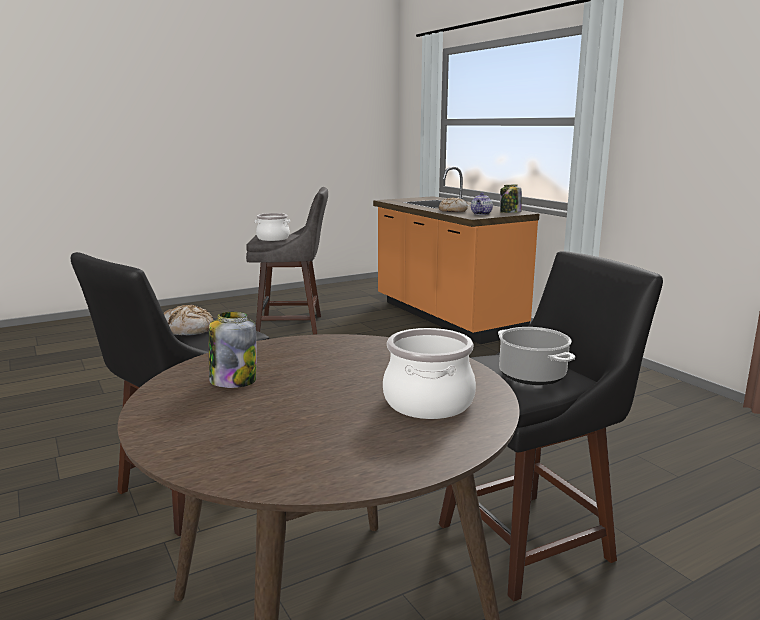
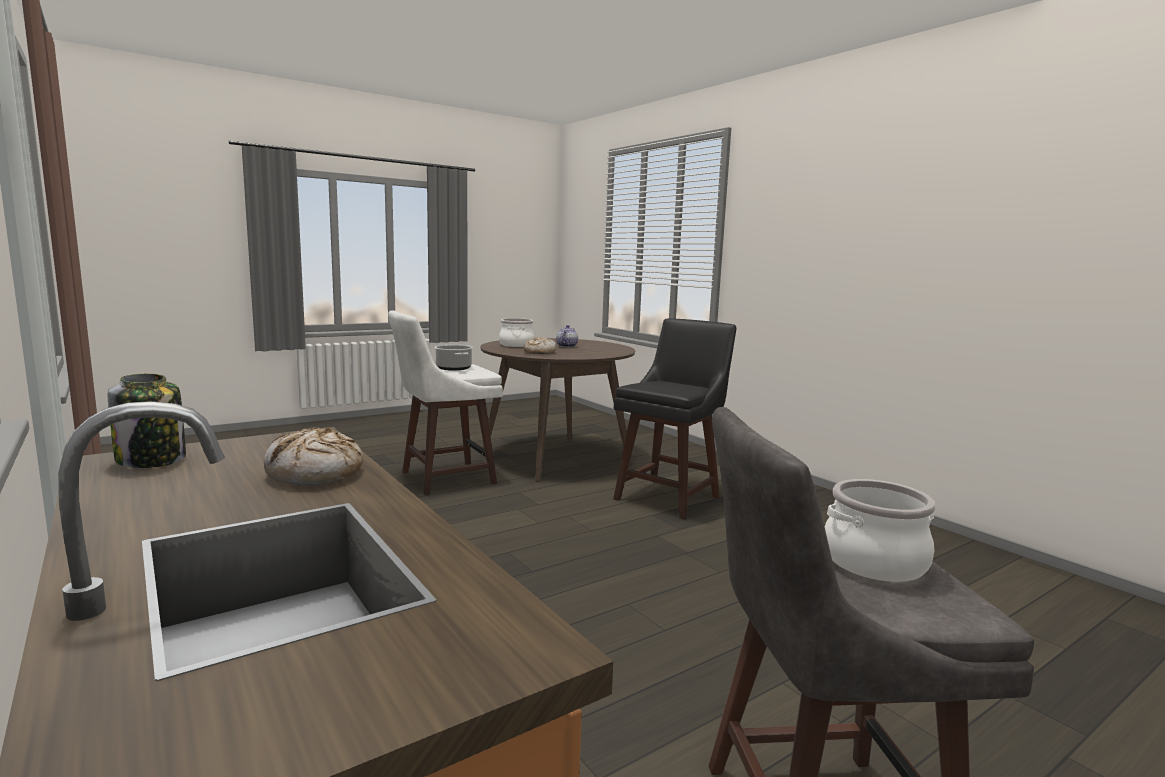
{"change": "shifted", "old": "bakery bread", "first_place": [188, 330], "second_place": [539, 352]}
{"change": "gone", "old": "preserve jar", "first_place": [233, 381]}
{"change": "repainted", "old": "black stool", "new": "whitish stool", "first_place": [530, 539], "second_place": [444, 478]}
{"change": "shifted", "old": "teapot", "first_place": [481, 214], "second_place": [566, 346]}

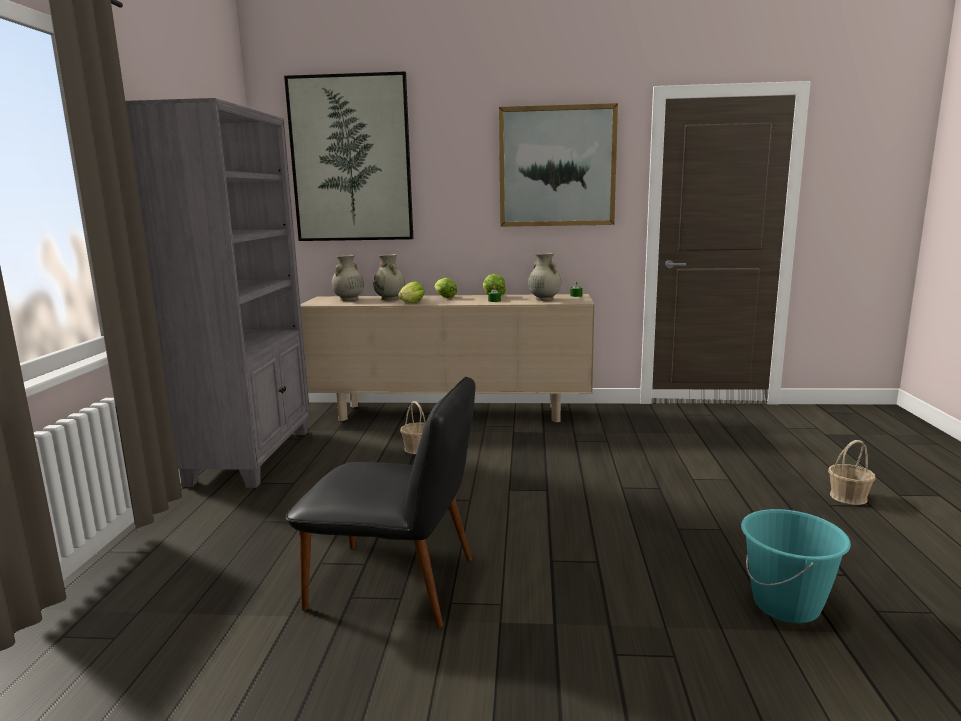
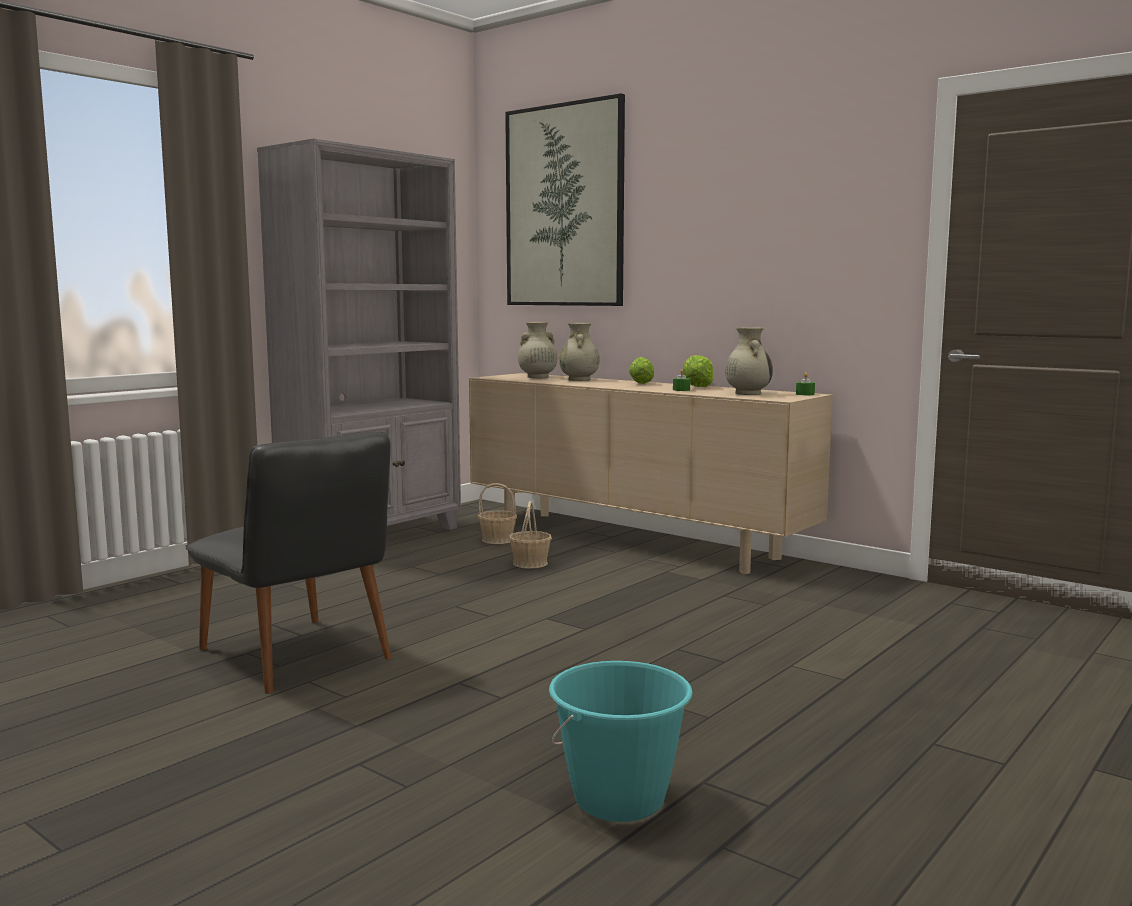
{"change": "gone", "old": "lettuce", "first_place": [410, 303]}
{"change": "gone", "old": "picture", "first_place": [557, 166]}
{"change": "shifted", "old": "basket", "first_place": [848, 497], "second_place": [497, 540]}

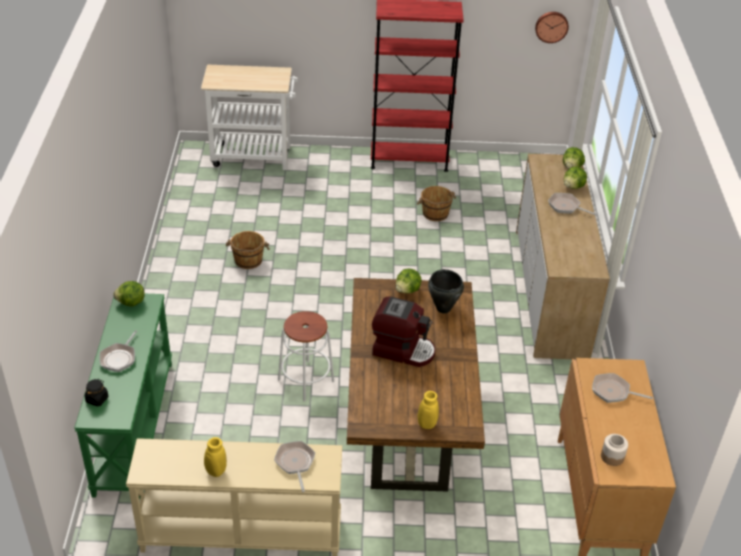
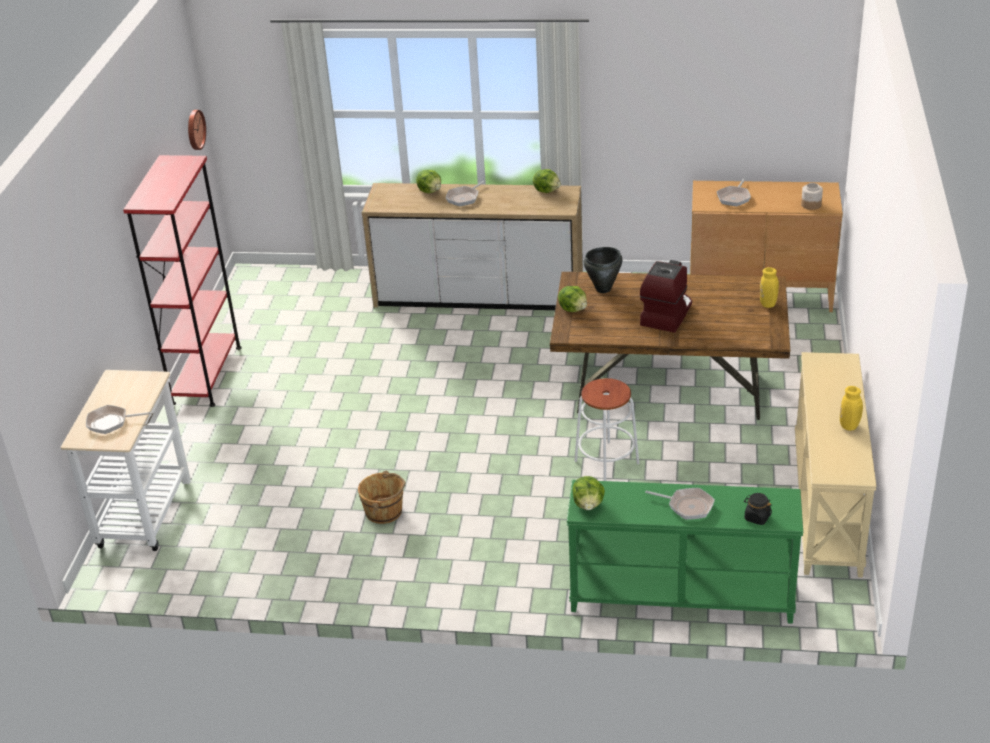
{"change": "shifted", "old": "frying pan", "first_place": [295, 463], "second_place": [111, 422]}
{"change": "gone", "old": "brown pail", "first_place": [435, 214]}
{"change": "shifted", "old": "lettuce", "first_place": [572, 167], "second_place": [547, 190]}

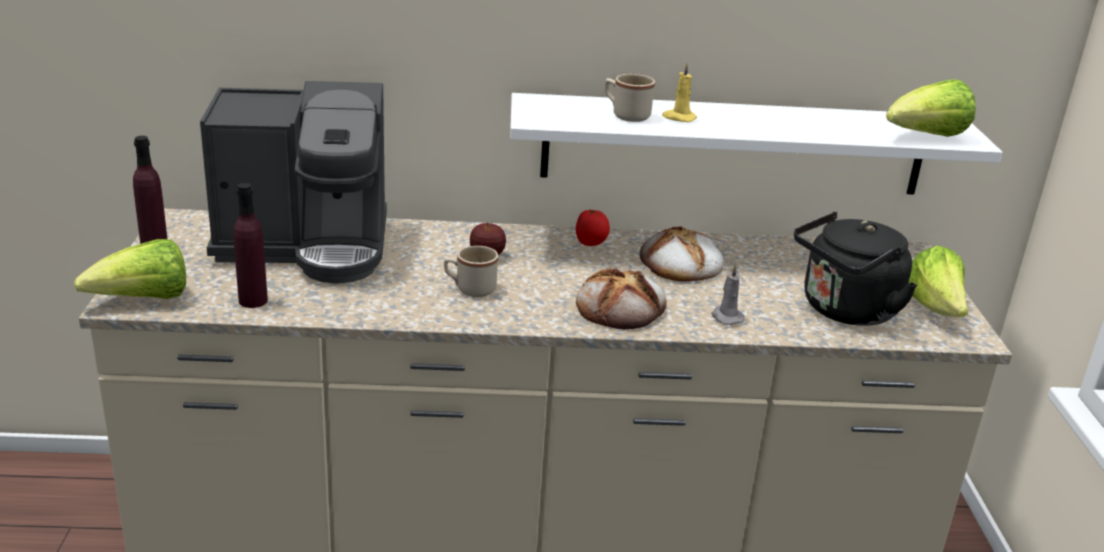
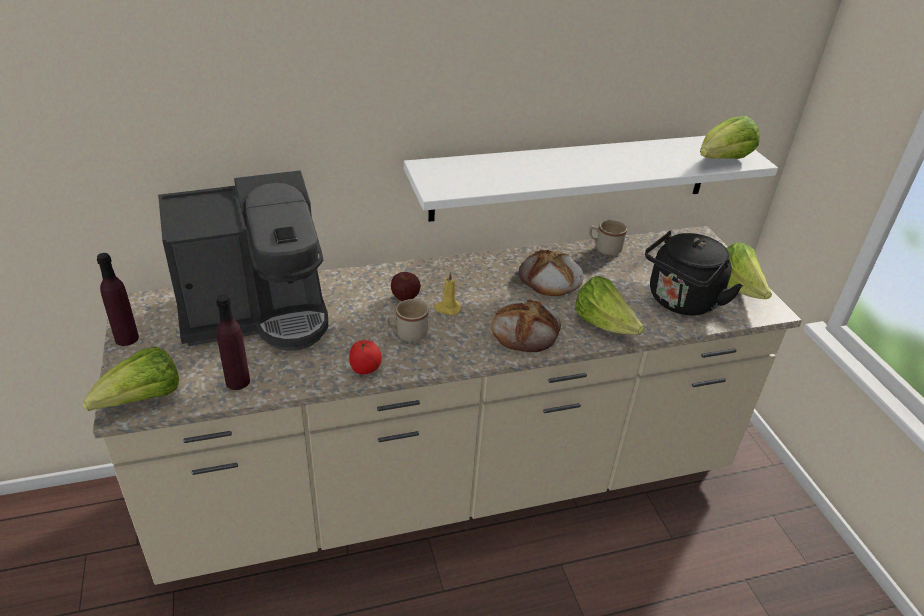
{"change": "shifted", "old": "fresh tomato", "first_place": [591, 243], "second_place": [365, 369]}
{"change": "shifted", "old": "beige tea mug", "first_place": [626, 115], "second_place": [604, 248]}
{"change": "shifted", "old": "yellow wax light", "first_place": [678, 118], "second_place": [447, 308]}
{"change": "swapped", "old": "gray wax light", "new": "lettuce", "first_place": [726, 317], "second_place": [603, 324]}

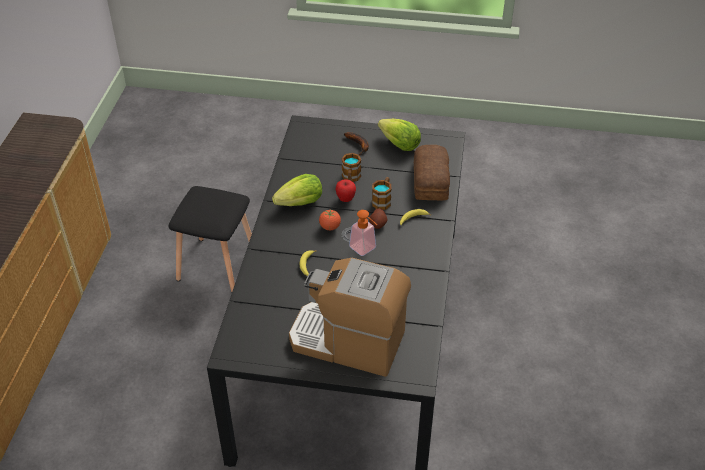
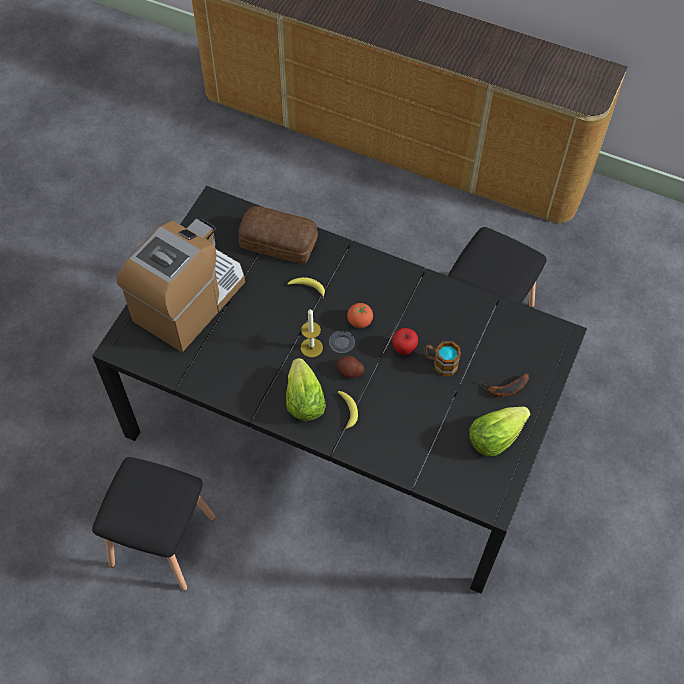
{"change": "shifted", "old": "lettuce", "first_place": [300, 203], "second_place": [304, 401]}
{"change": "swapped", "old": "soap bottle", "new": "wax light", "first_place": [365, 250], "second_place": [311, 347]}
{"change": "gone", "old": "tea mug", "first_place": [382, 200]}
{"change": "shifted", "old": "bakery bread", "first_place": [431, 180], "second_place": [279, 243]}
{"change": "new", "new": "black stool", "second_place": [161, 541]}

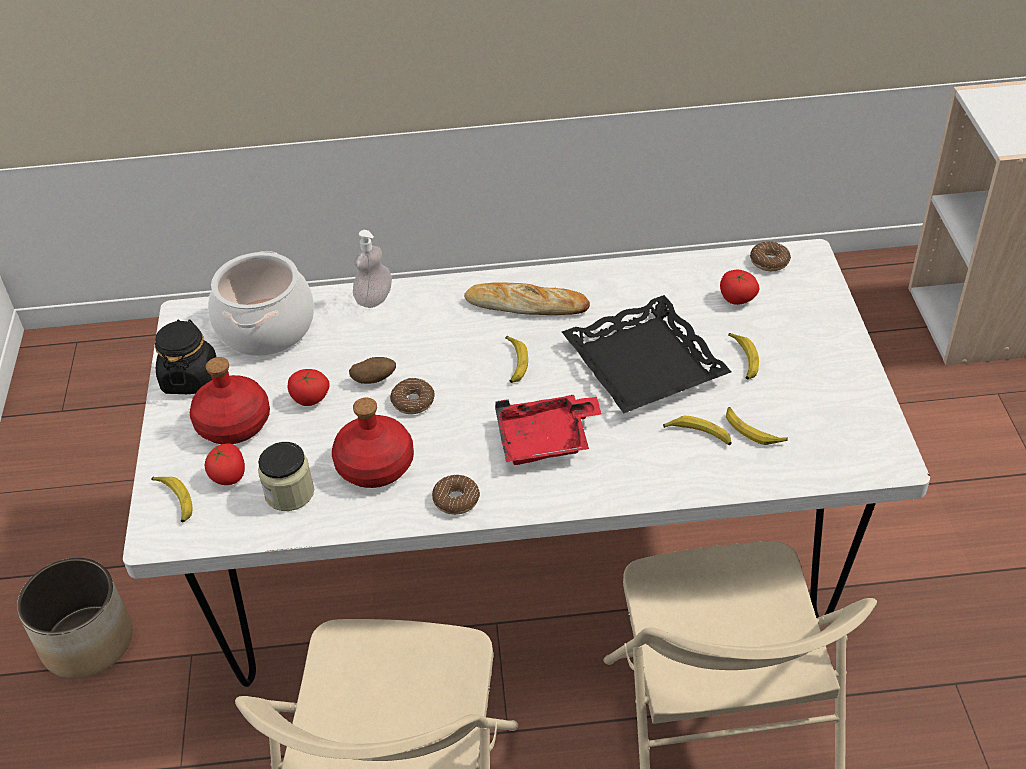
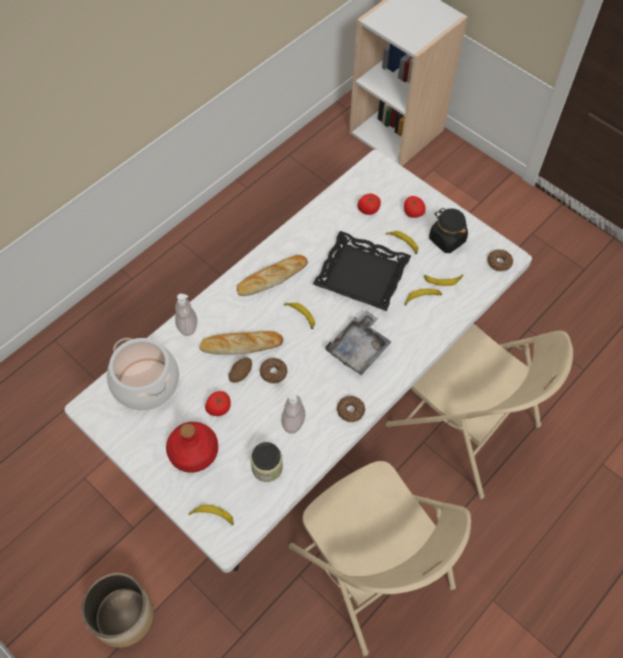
{"change": "shifted", "old": "black preserve jar", "first_place": [190, 378], "second_place": [446, 239]}
{"change": "shifted", "old": "fresh tomato", "first_place": [229, 476], "second_place": [412, 213]}
{"change": "swapped", "old": "red drink bottle", "new": "soap bottle", "first_place": [375, 466], "second_place": [293, 421]}
{"change": "repainted", "old": "red serving tray", "new": "gray serving tray", "first_place": [546, 440], "second_place": [359, 349]}
{"change": "shifted", "old": "ring doughnut", "first_place": [769, 261], "second_place": [499, 263]}
{"change": "new", "new": "bakery bread", "second_place": [241, 345]}

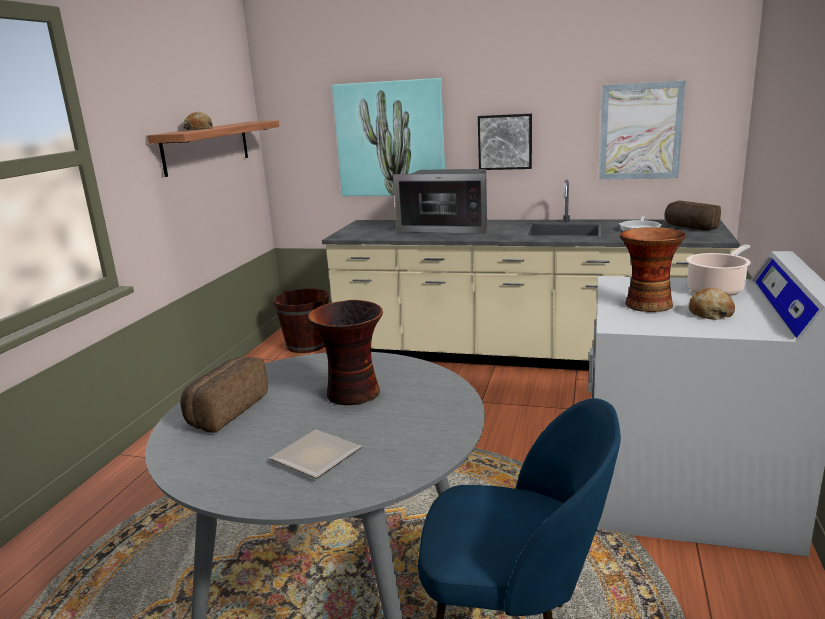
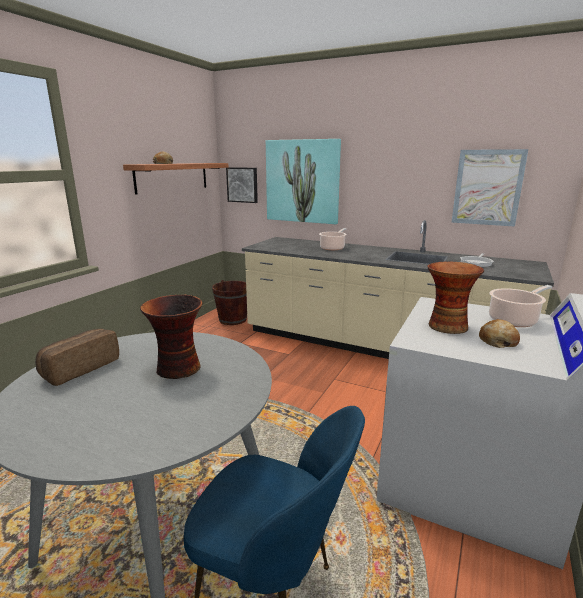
{"change": "gone", "old": "dinner plate", "first_place": [313, 458]}
{"change": "swapped", "old": "kitchen microwave", "new": "saucepot", "first_place": [447, 227], "second_place": [333, 248]}
{"change": "shifted", "old": "picture", "first_place": [505, 142], "second_place": [242, 185]}
{"change": "gone", "old": "bakery bread", "first_place": [689, 227]}

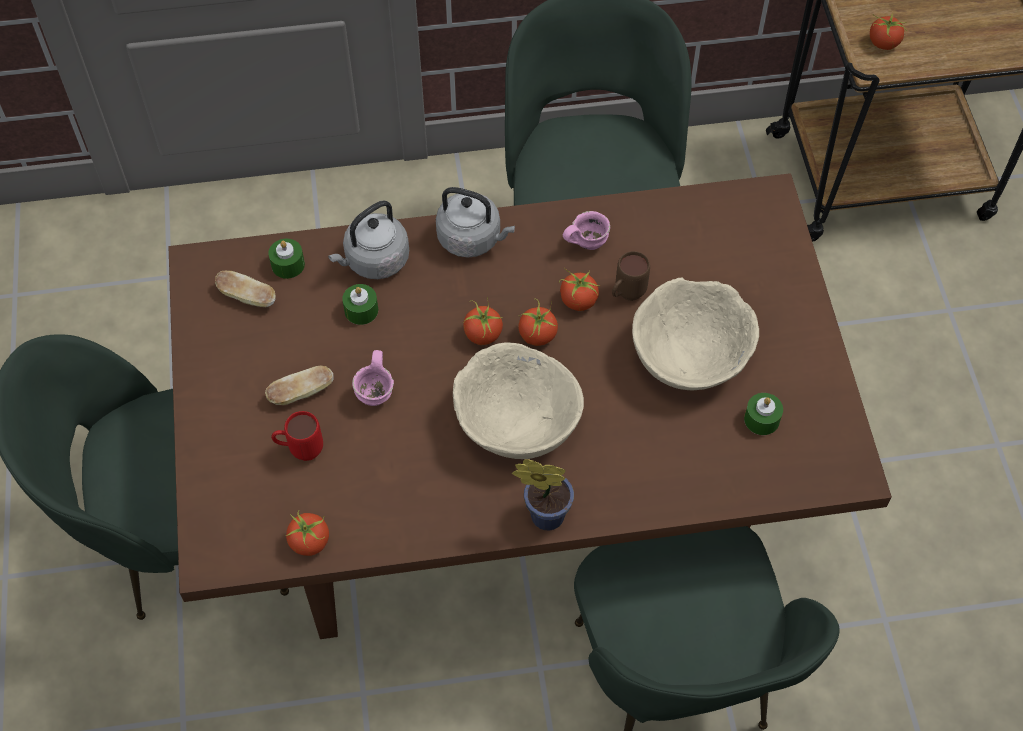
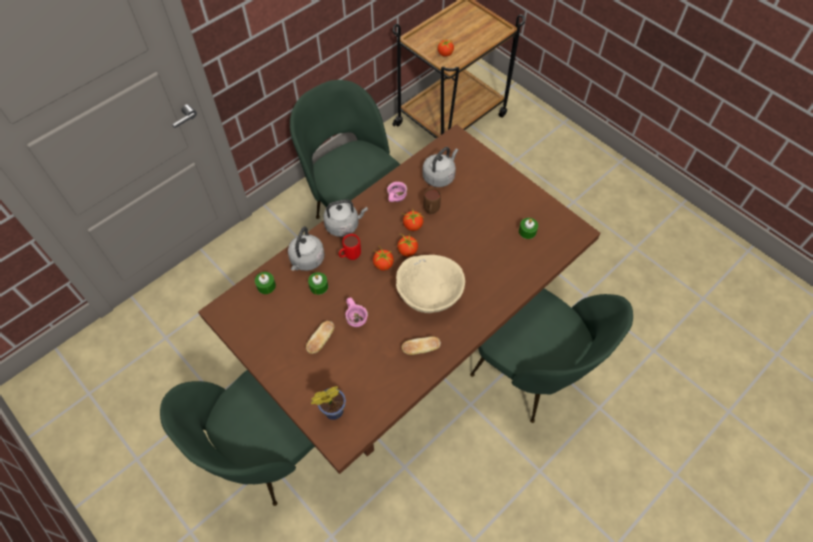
{"change": "shifted", "old": "bakery bread", "first_place": [247, 297], "second_place": [421, 349]}
{"change": "shifted", "old": "red tea mug", "first_place": [300, 450], "second_place": [349, 257]}
{"change": "gone", "old": "fresh tomato", "first_place": [310, 542]}
{"change": "shifted", "old": "houseplant", "first_place": [542, 515], "second_place": [331, 412]}
{"change": "gone", "old": "beige bowl", "first_place": [690, 357]}
{"change": "new", "new": "gray water kettle", "second_place": [439, 176]}

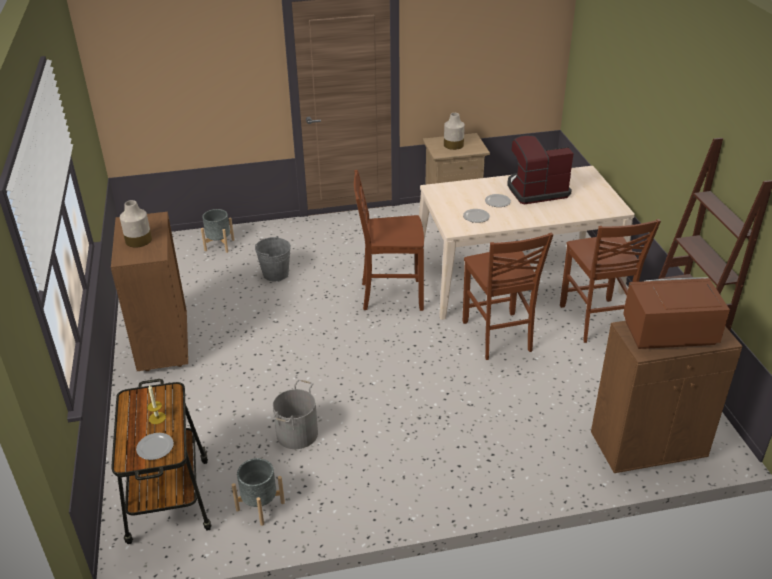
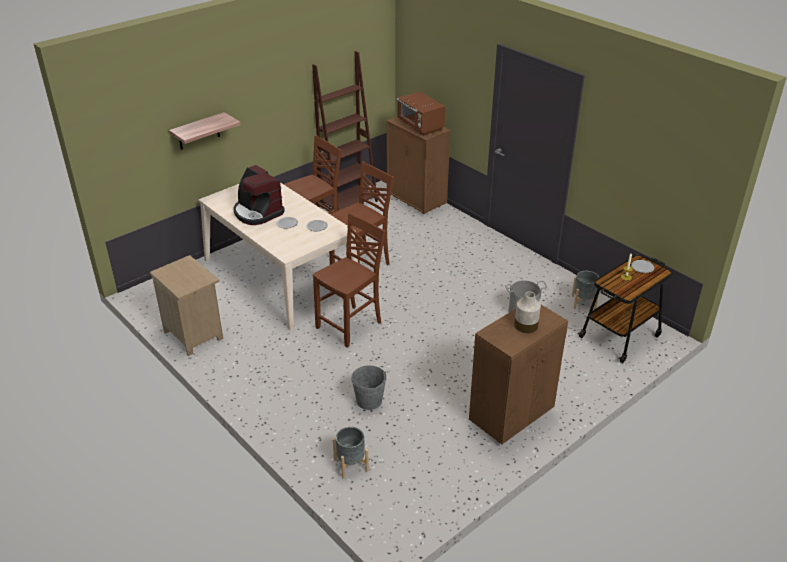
{"change": "rotated", "old": "brown plain chair", "first_place": [390, 295], "second_place": [351, 325], "degrees": -105}
{"change": "gone", "old": "beige flower vase", "first_place": [453, 145]}
{"change": "new", "new": "wall shelf", "second_place": [198, 131]}

